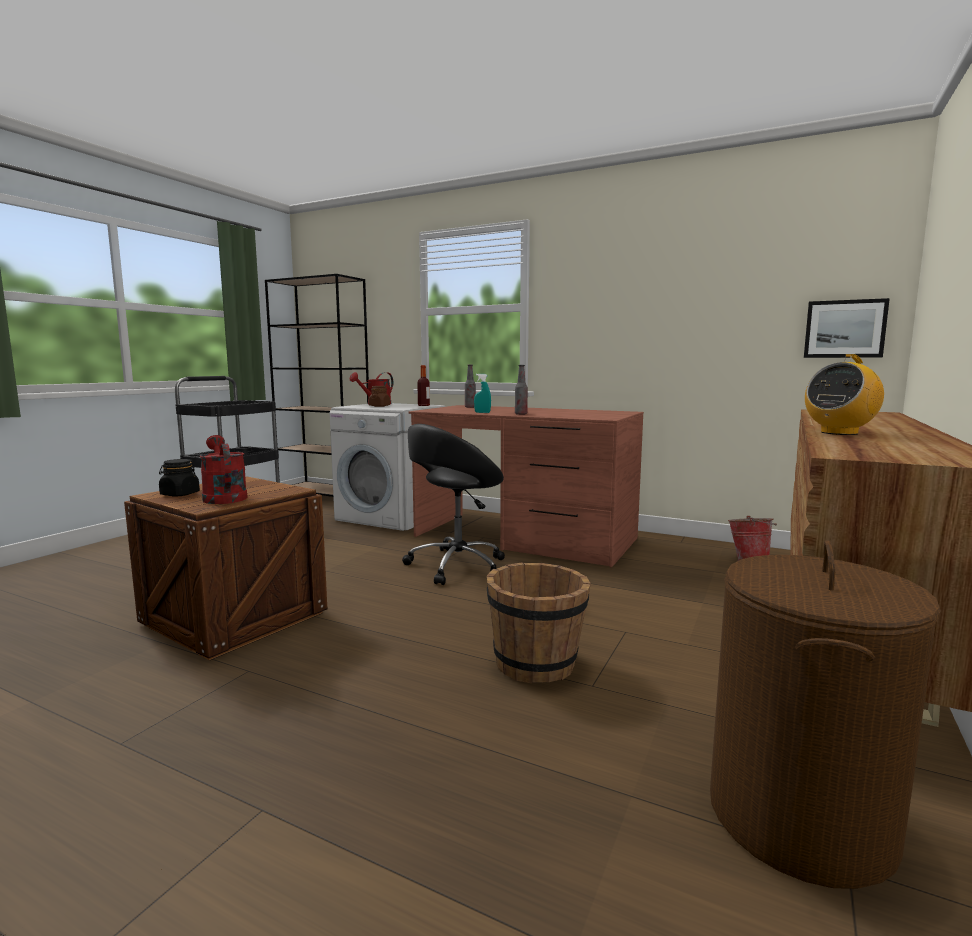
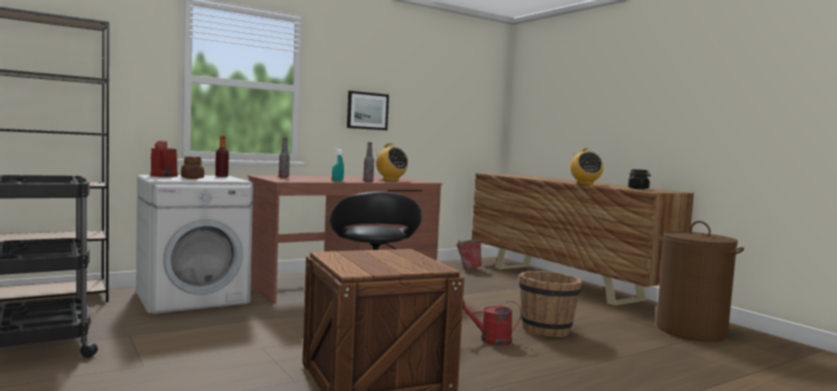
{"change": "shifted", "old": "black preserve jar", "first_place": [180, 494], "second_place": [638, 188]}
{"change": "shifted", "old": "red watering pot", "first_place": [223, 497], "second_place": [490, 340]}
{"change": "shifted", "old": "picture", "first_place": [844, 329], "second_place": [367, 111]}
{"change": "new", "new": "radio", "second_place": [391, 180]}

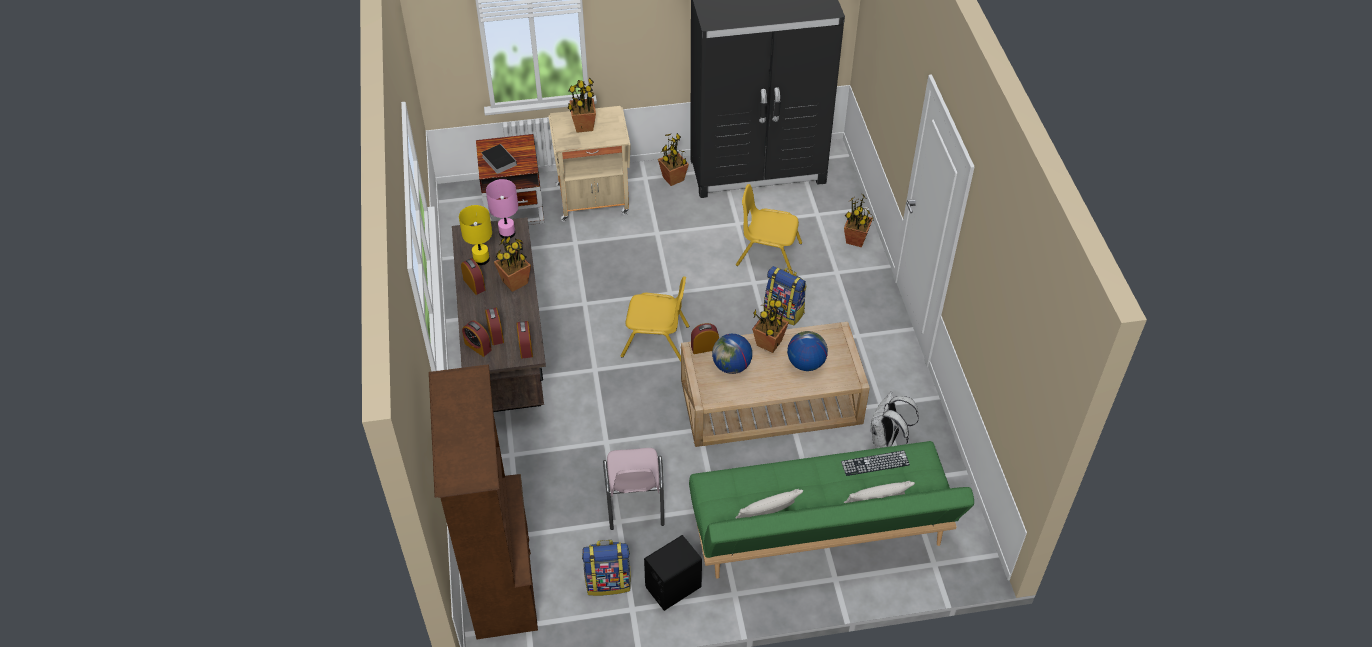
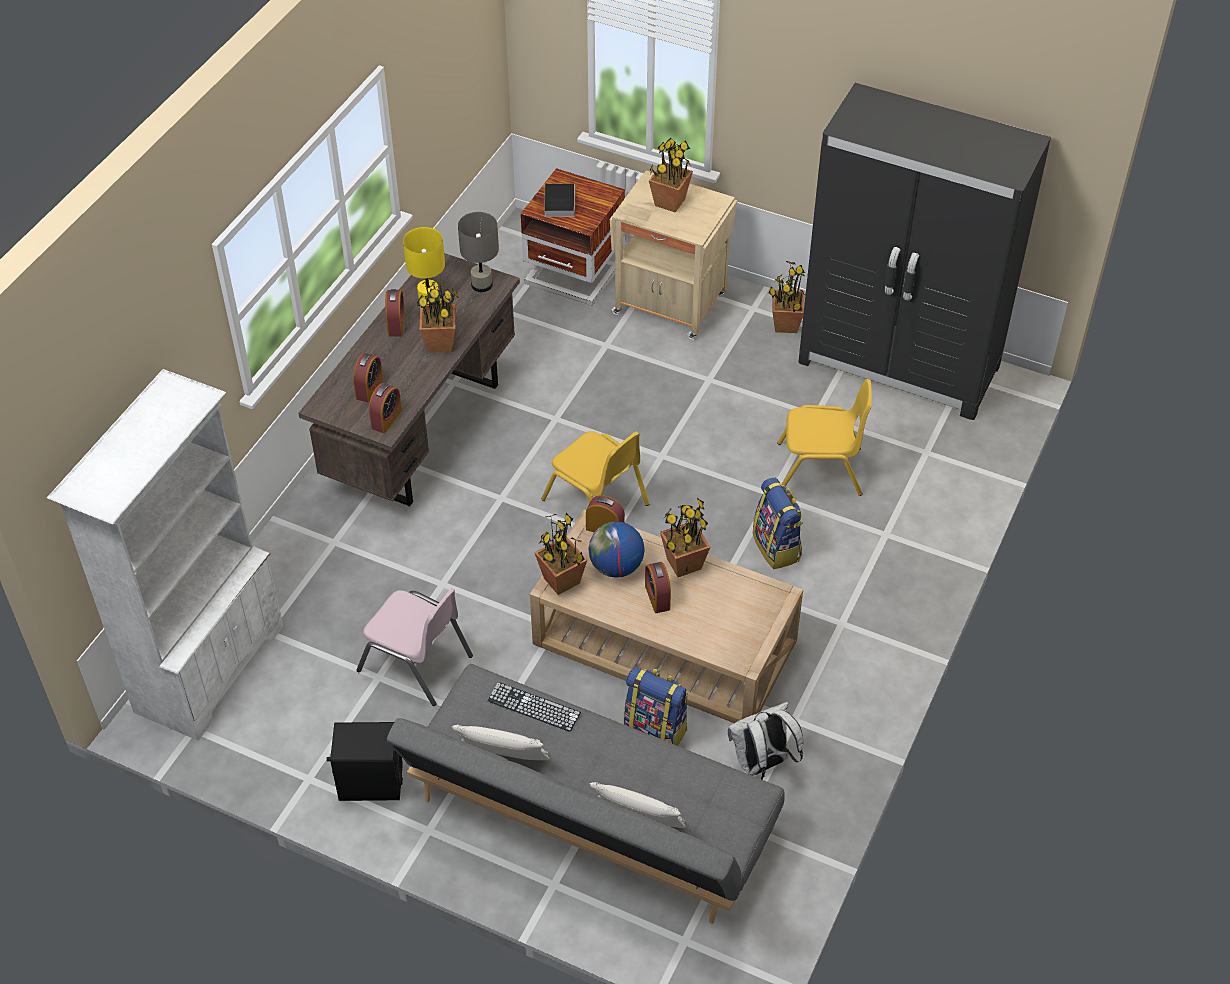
{"change": "repainted", "old": "brown bookshelf", "new": "whitish bookshelf", "first_place": [501, 580], "second_place": [209, 667]}
{"change": "shifted", "old": "alarm clock", "first_place": [478, 346], "second_place": [657, 597]}
{"change": "repainted", "old": "pink-coloured table lamp", "new": "gray table lamp", "first_place": [507, 232], "second_place": [481, 284]}
{"change": "shifted", "old": "rucksack", "first_place": [608, 582], "second_place": [656, 729]}
{"change": "rotated", "old": "pink-coloured plain chair", "first_place": [634, 499], "second_place": [416, 663], "degrees": -90}
{"change": "repainted", "old": "greenish settee", "new": "gray settee", "first_place": [821, 529], "second_place": [589, 820]}
{"change": "rotated", "old": "yellow plain chair", "first_place": [768, 254], "second_place": [819, 470], "degrees": 135}
{"change": "gone", "old": "globe", "first_place": [805, 363]}
{"change": "shifted", "old": "PC keyboard", "first_place": [875, 463], "second_place": [533, 707]}
{"change": "shifted", "old": "houseplant", "first_place": [856, 240], "second_place": [562, 581]}

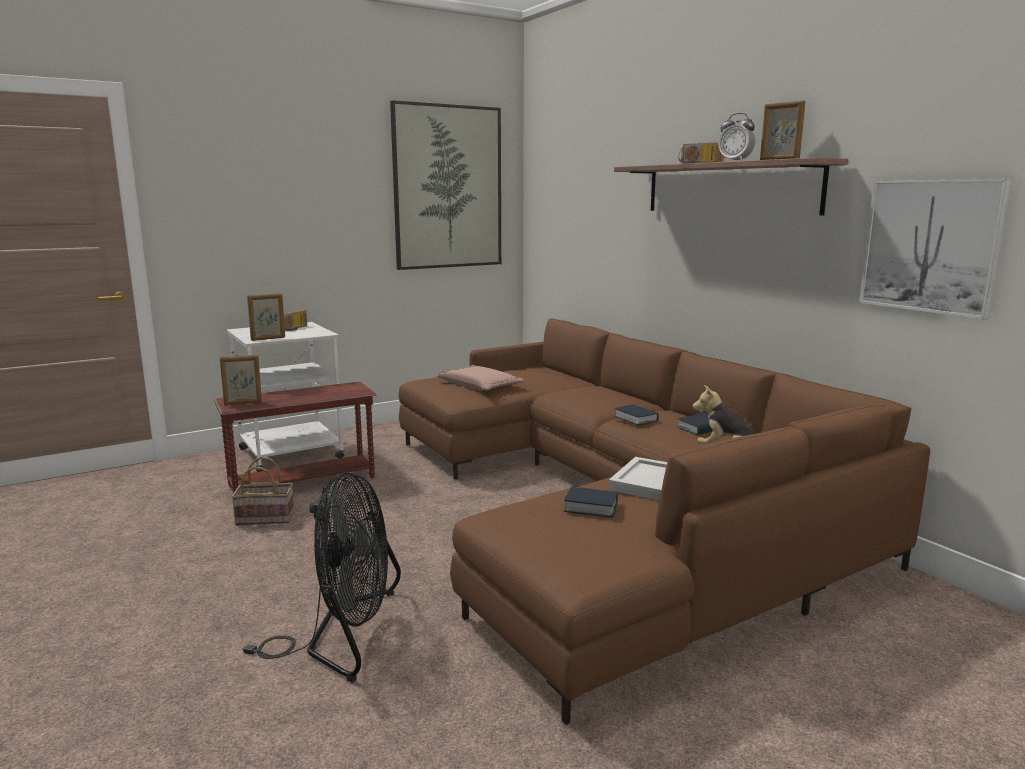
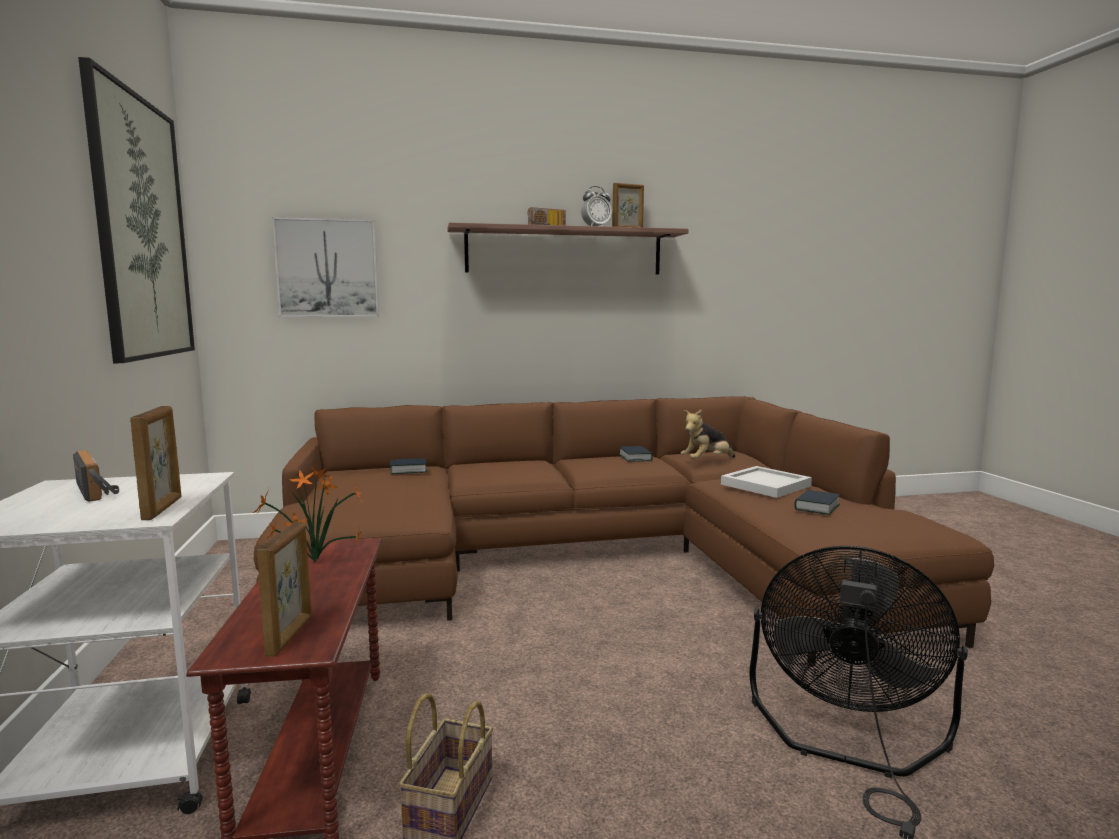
{"change": "gone", "old": "beige cushion", "first_place": [479, 384]}
{"change": "shifted", "old": "volume", "first_place": [636, 419], "second_place": [408, 470]}
{"change": "shifted", "old": "picture", "first_place": [931, 246], "second_place": [327, 268]}
{"change": "new", "new": "houseplant", "second_place": [312, 562]}

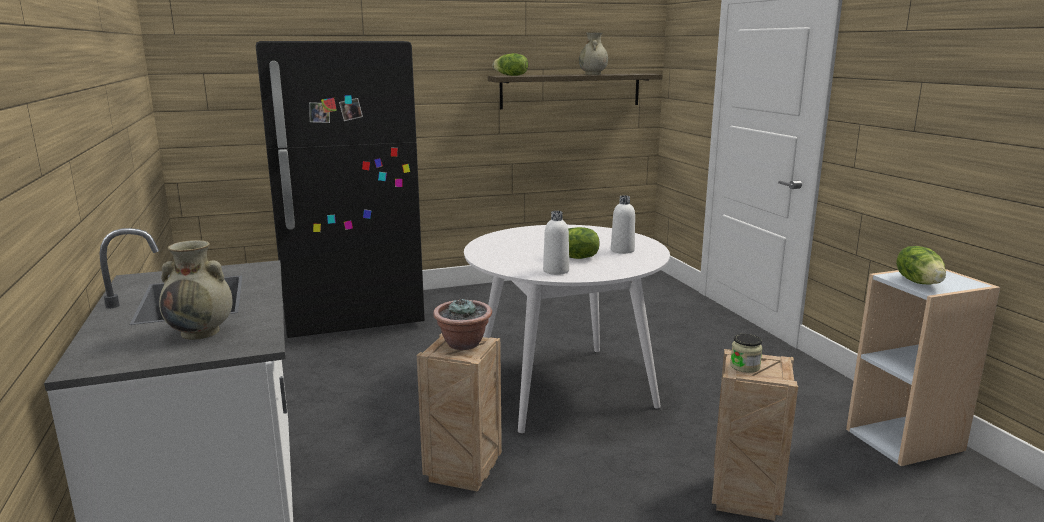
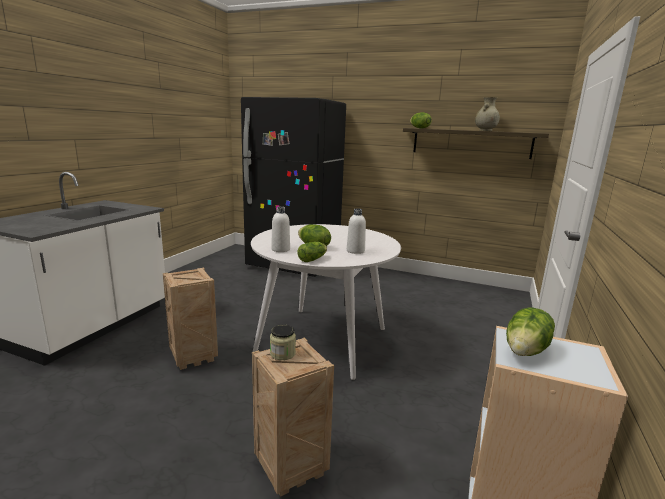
{"change": "gone", "old": "beige flower vase", "first_place": [201, 332]}
{"change": "gone", "old": "houseplant", "first_place": [463, 344]}
{"change": "new", "new": "lettuce", "second_place": [313, 259]}

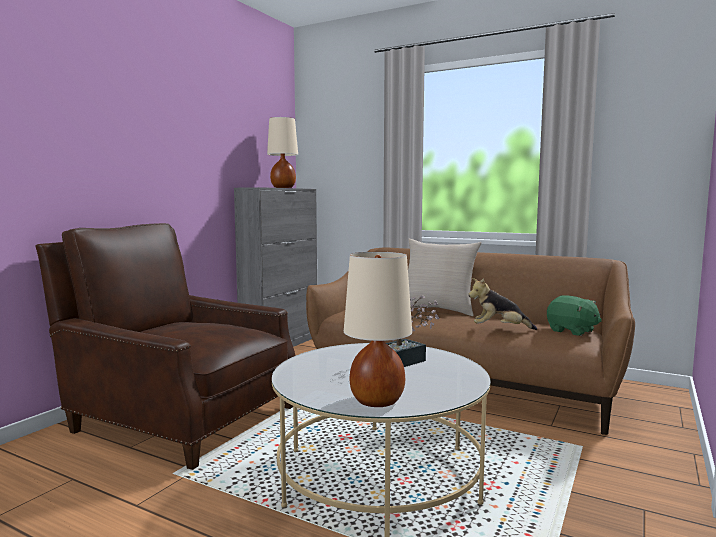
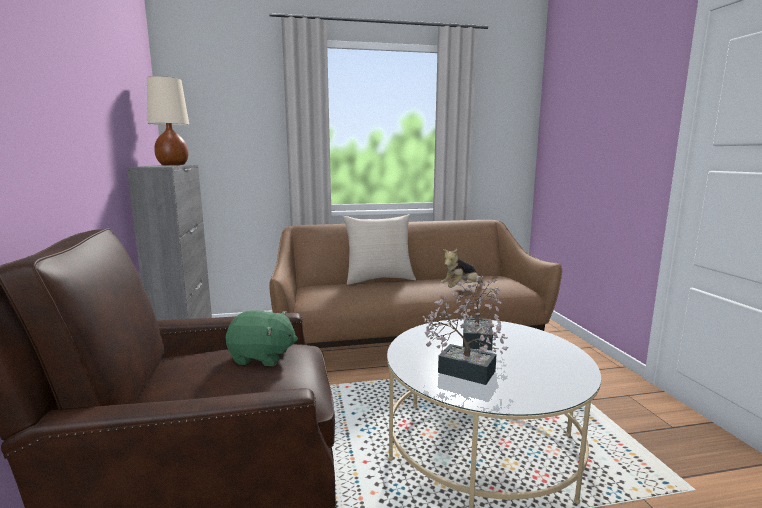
{"change": "gone", "old": "beige table lamp", "first_place": [376, 401]}
{"change": "shifted", "old": "greenish soft toy", "first_place": [571, 331], "second_place": [262, 357]}
{"change": "new", "new": "houseplant", "second_place": [460, 369]}

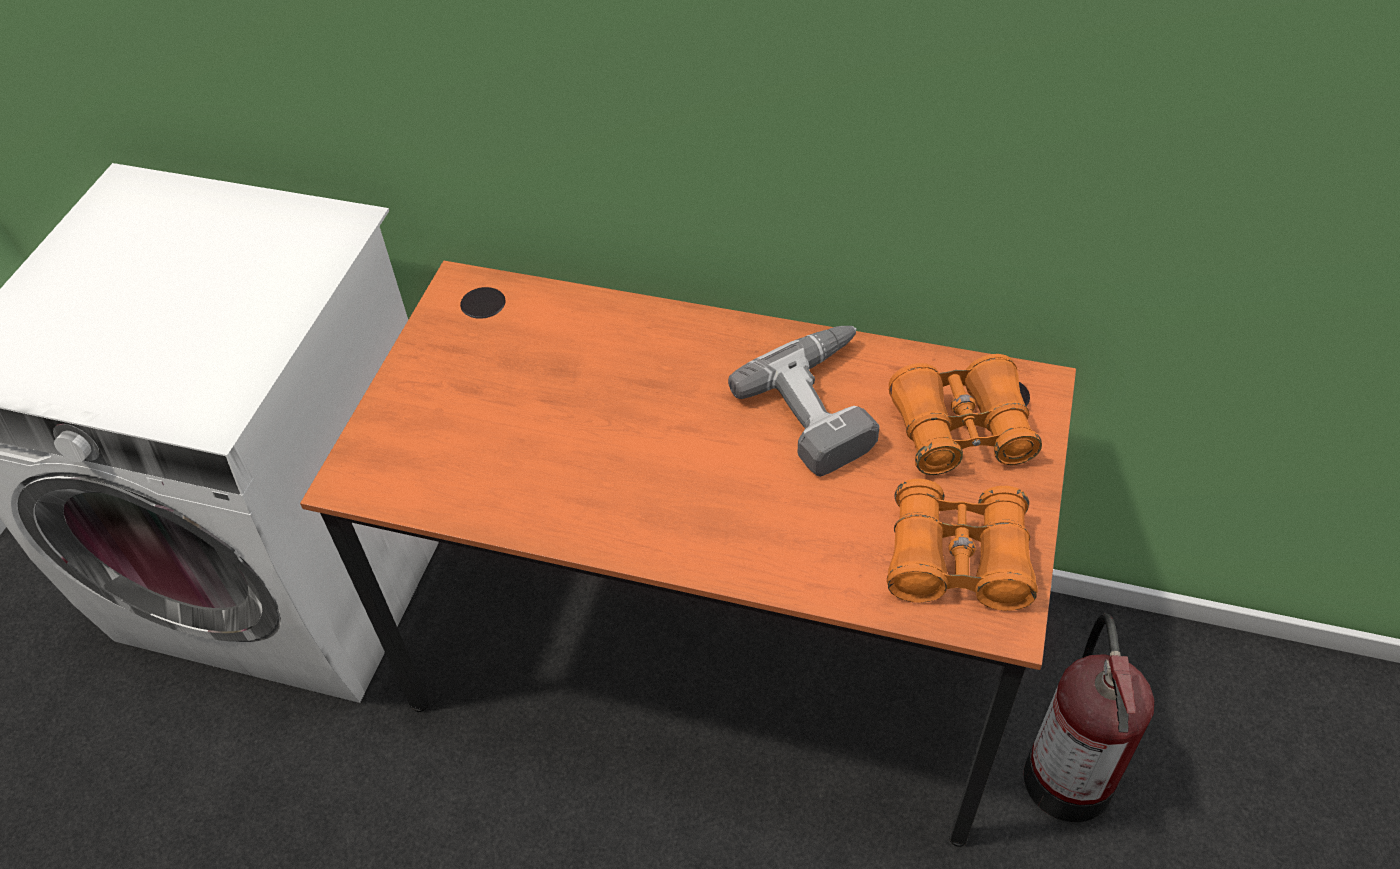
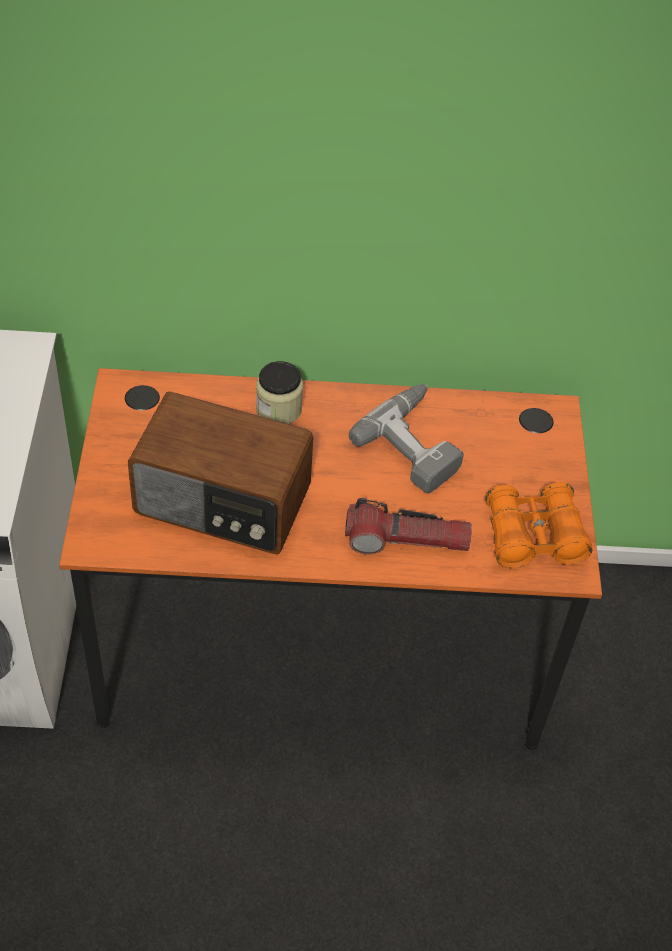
{"change": "gone", "old": "orange field glasses", "first_place": [961, 430]}
{"change": "gone", "old": "extinguisher", "first_place": [1067, 773]}
{"change": "new", "new": "radio", "second_place": [222, 502]}
{"change": "new", "new": "preserve jar", "second_place": [278, 409]}
{"change": "new", "new": "flashlight", "second_place": [406, 541]}

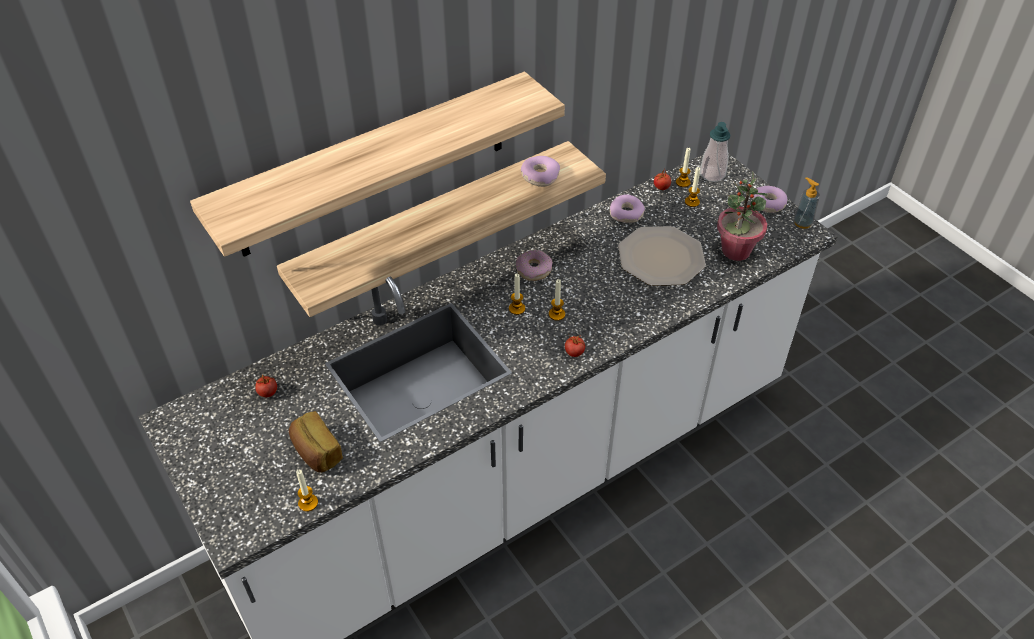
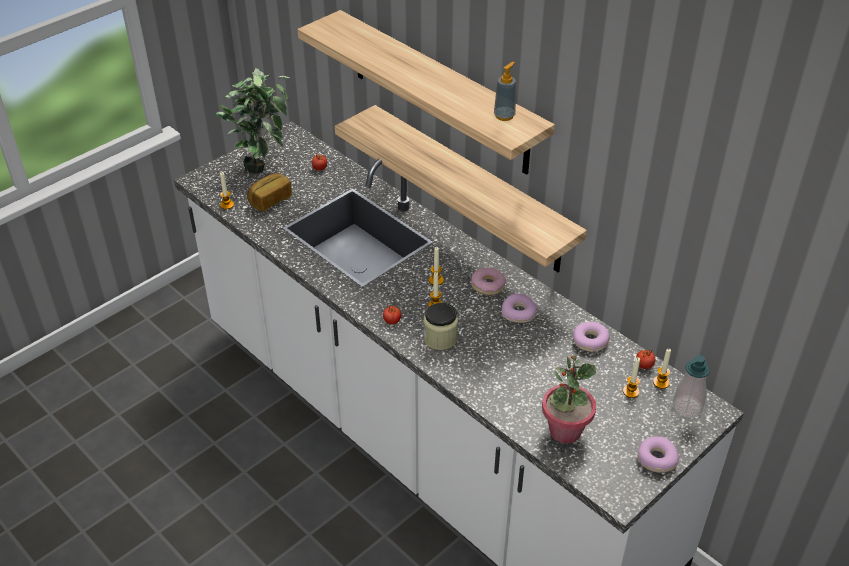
{"change": "shifted", "old": "ring doughnut", "first_place": [540, 176], "second_place": [519, 313]}
{"change": "gone", "old": "dinner plate", "first_place": [660, 257]}
{"change": "shifted", "old": "soap bottle", "first_place": [802, 223], "second_place": [504, 116]}
{"change": "new", "new": "houseplant", "second_place": [262, 164]}
{"change": "new", "new": "preserve jar", "second_place": [440, 338]}

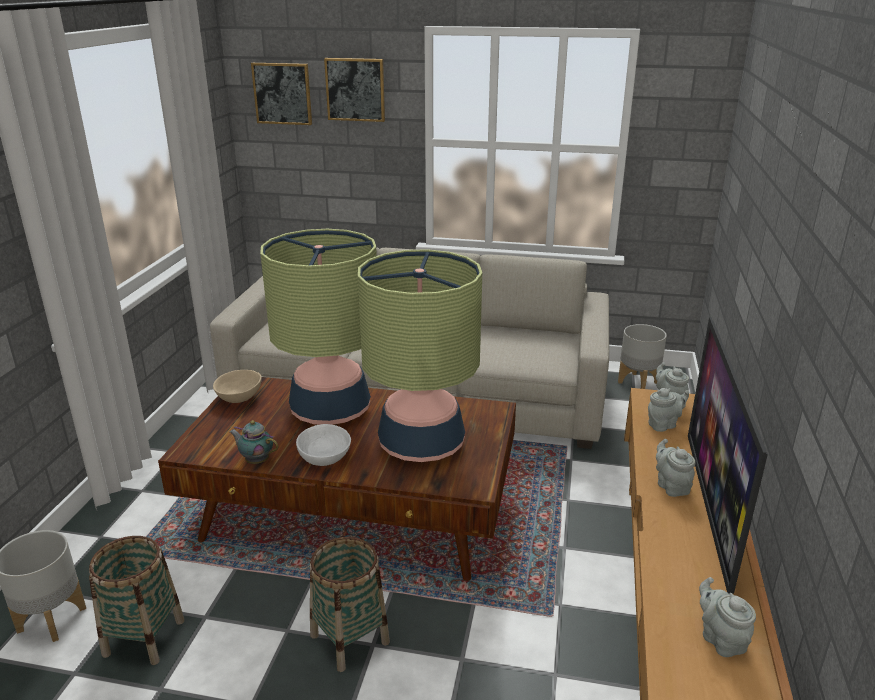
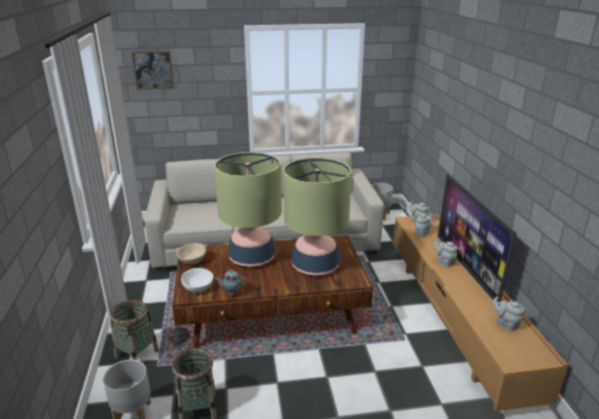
{"change": "shifted", "old": "whitish bowl", "first_place": [324, 458], "second_place": [197, 287]}
{"change": "shifted", "old": "basket", "first_place": [349, 638], "second_place": [137, 353]}
{"change": "gone", "old": "picture", "first_place": [355, 89]}

